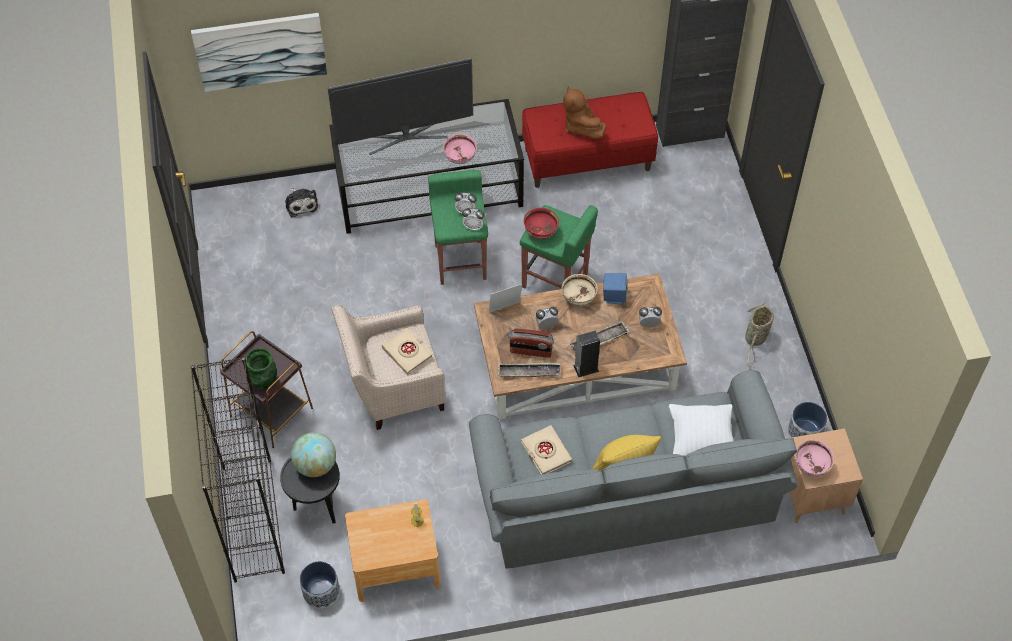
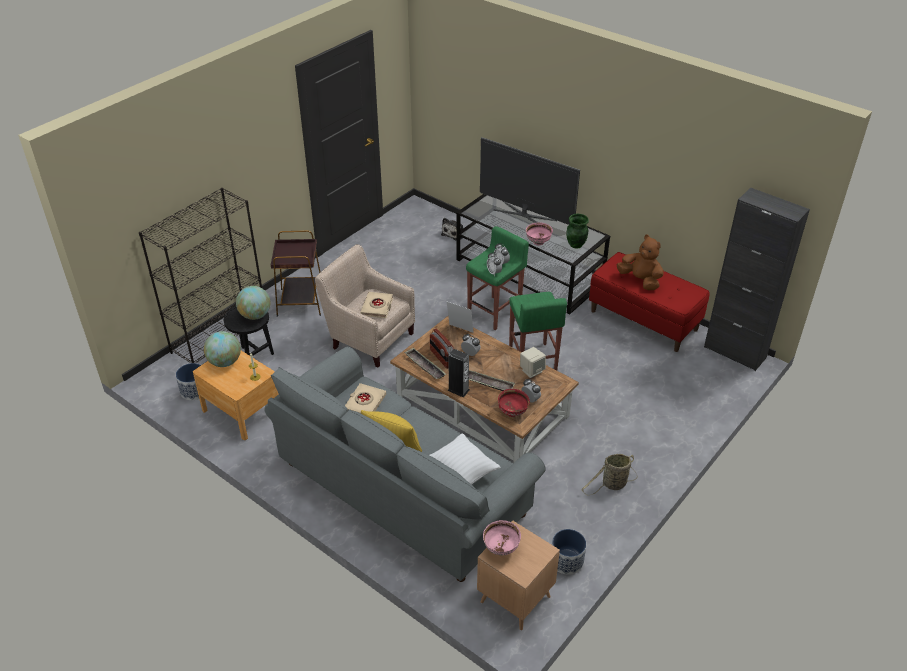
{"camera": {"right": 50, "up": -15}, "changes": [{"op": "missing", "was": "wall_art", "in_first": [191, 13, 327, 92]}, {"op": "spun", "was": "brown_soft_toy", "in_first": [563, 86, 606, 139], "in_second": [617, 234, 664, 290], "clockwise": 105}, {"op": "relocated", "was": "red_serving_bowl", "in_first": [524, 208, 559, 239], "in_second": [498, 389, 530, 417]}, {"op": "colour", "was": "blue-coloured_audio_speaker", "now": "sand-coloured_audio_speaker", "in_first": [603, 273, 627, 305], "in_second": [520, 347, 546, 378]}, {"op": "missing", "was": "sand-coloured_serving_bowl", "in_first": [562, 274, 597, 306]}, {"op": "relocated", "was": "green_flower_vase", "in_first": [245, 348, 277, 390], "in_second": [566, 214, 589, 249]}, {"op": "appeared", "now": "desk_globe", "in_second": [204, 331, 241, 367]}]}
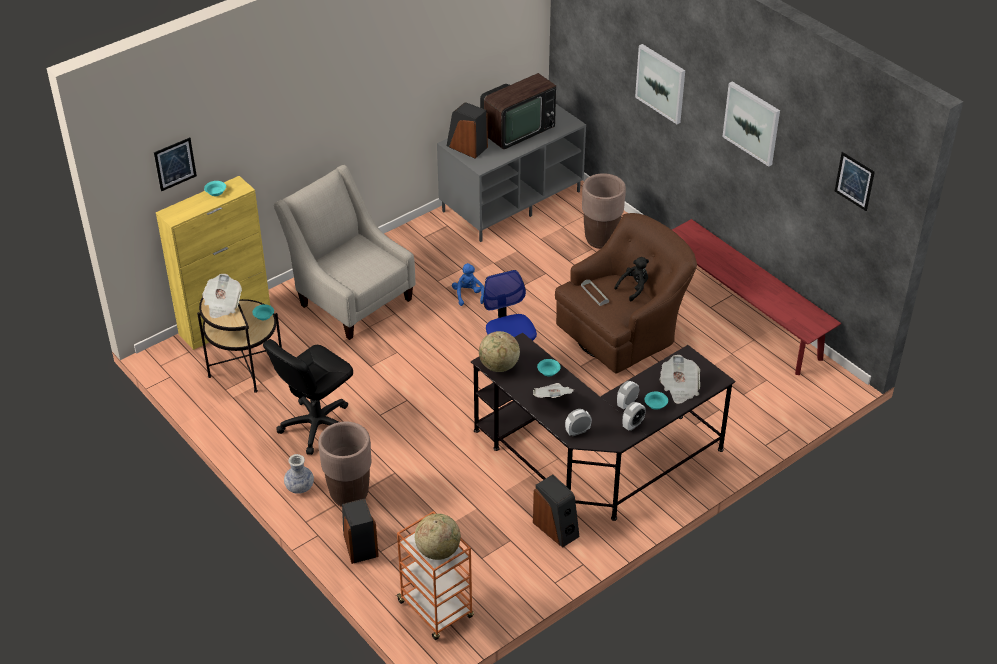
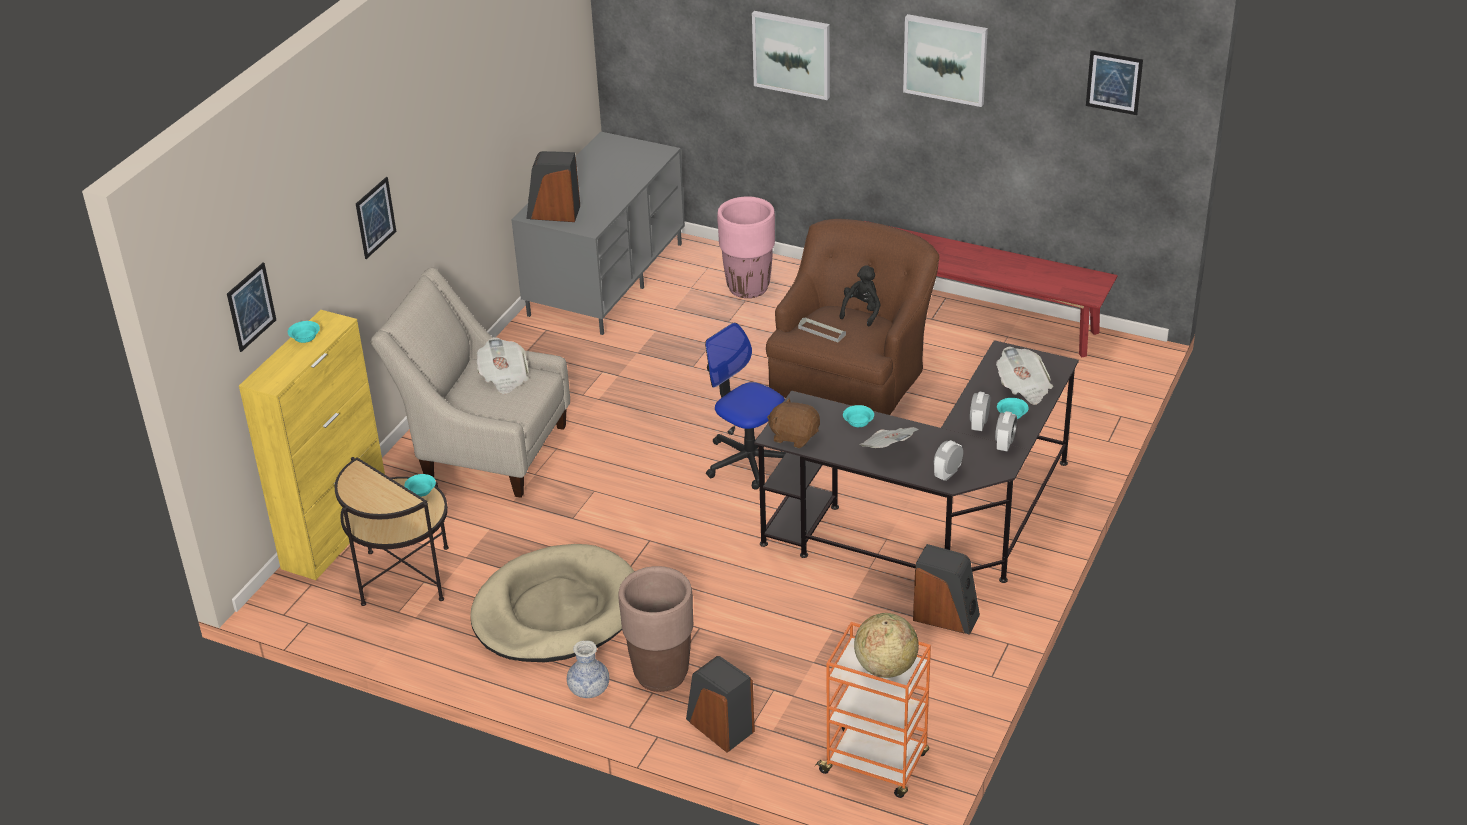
{"camera": {"right": -25, "up": -5}, "changes": [{"op": "missing", "was": "TV_set", "in_first": [480, 73, 556, 149]}, {"op": "colour", "was": "brown_plant_pot", "now": "pink_plant_pot", "in_first": [582, 173, 626, 249], "in_second": [717, 196, 775, 298]}, {"op": "missing", "was": "blue-coloured_soft_toy", "in_first": [452, 263, 484, 306]}, {"op": "relocated", "was": "printed_paper", "in_first": [202, 274, 242, 318], "in_second": [477, 337, 529, 394]}, {"op": "exchanged", "was": "desk_globe", "now": "brown_soft_toy", "in_first": [479, 331, 520, 372], "in_second": [767, 398, 820, 448]}, {"op": "exchanged", "was": "black_office_chair", "now": "sand-coloured_dog_bed", "in_first": [263, 339, 353, 455], "in_second": [470, 544, 634, 662]}, {"op": "appeared", "now": "wall_art", "in_second": [356, 177, 396, 259]}]}
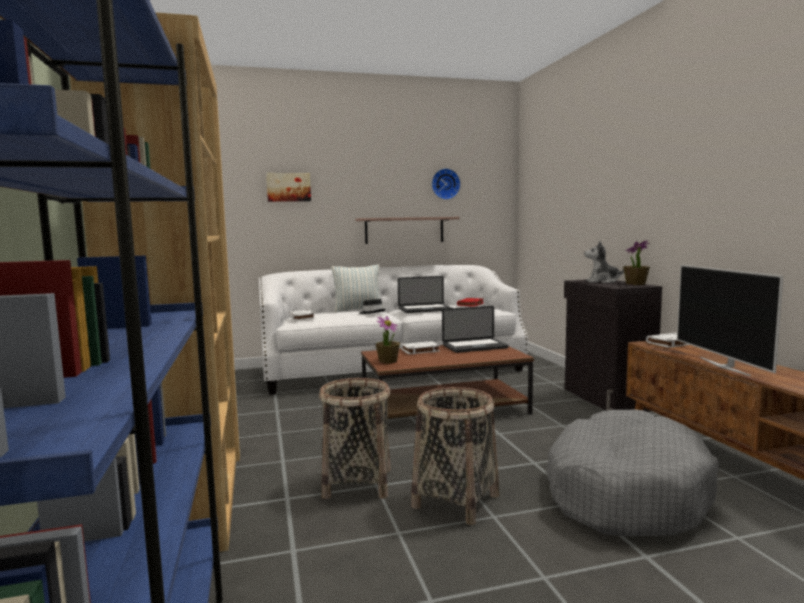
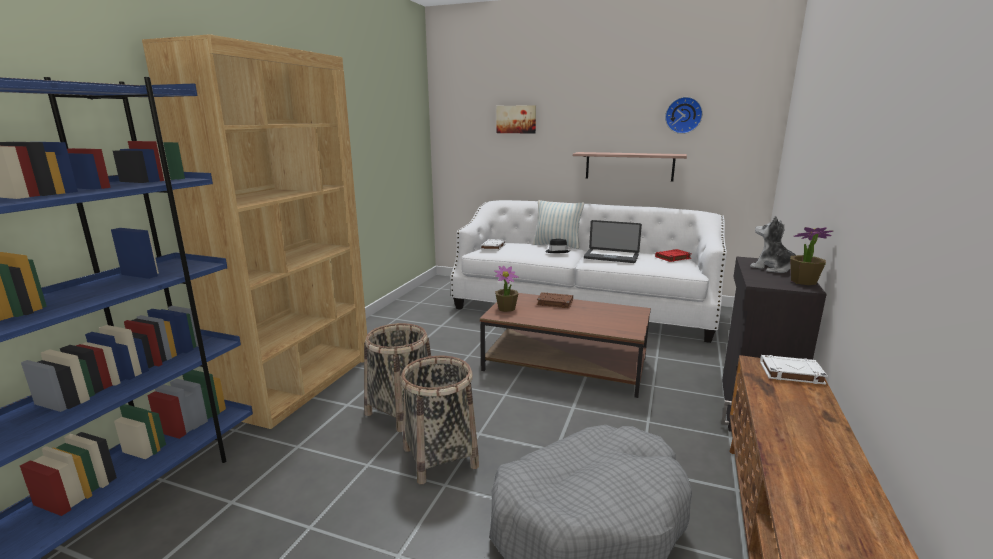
{"camera": {"right": 35, "up": 10}, "changes": [{"op": "missing", "was": "TV_set", "in_first": [677, 265, 783, 376]}, {"op": "missing", "was": "laptop", "in_first": [442, 306, 509, 353]}, {"op": "colour", "was": "white-coloured_bound_book", "now": "brown_bound_book", "in_first": [401, 341, 440, 354], "in_second": [537, 292, 573, 308]}]}
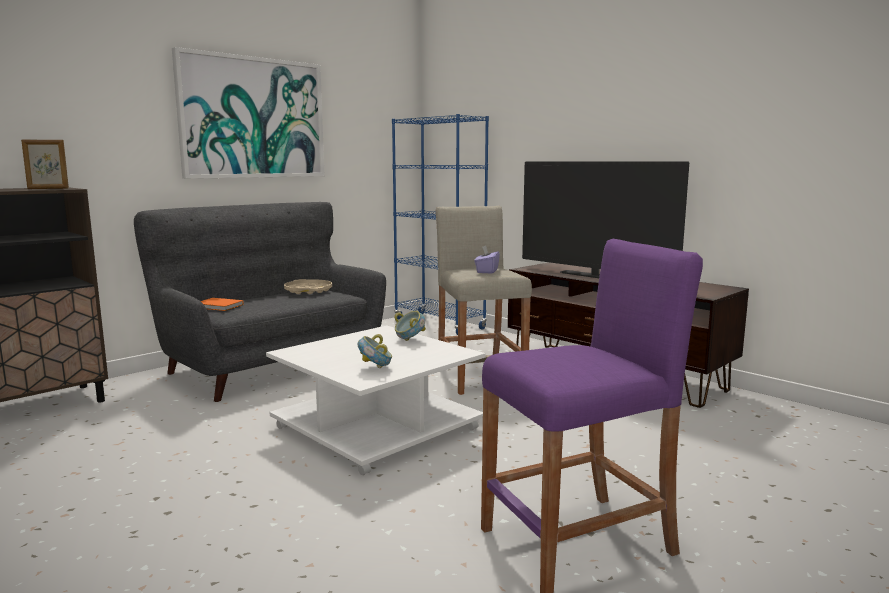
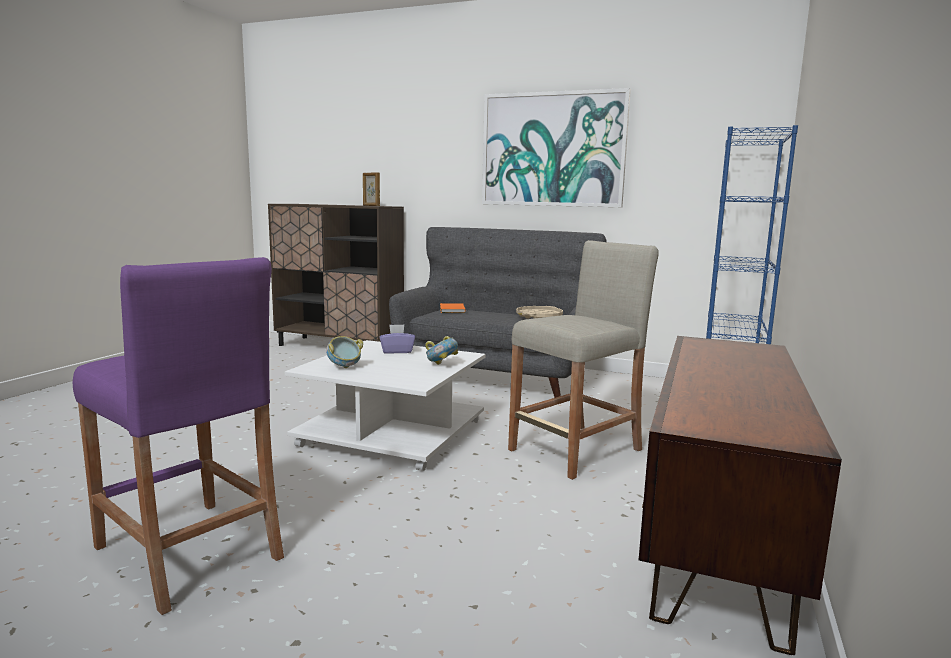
{"camera": {"right": 65, "up": 0}, "changes": [{"op": "missing", "was": "TV_set", "in_first": [522, 161, 689, 278]}, {"op": "relocated", "was": "purple_tissue_holder", "in_first": [474, 245, 500, 274], "in_second": [379, 324, 415, 354]}]}
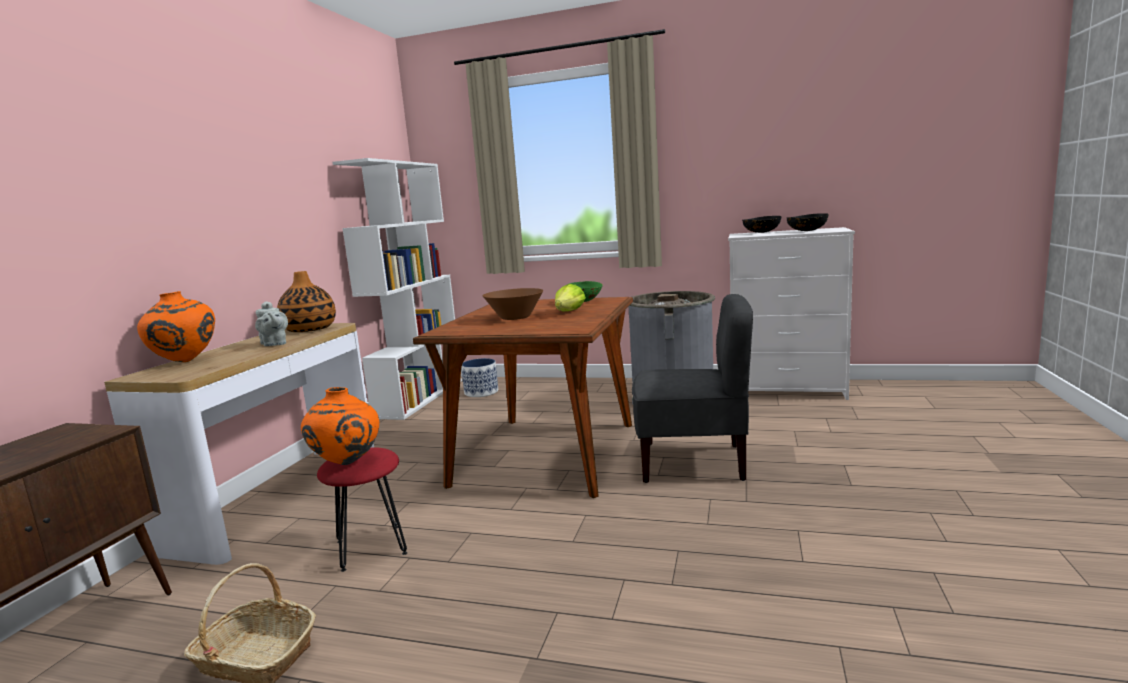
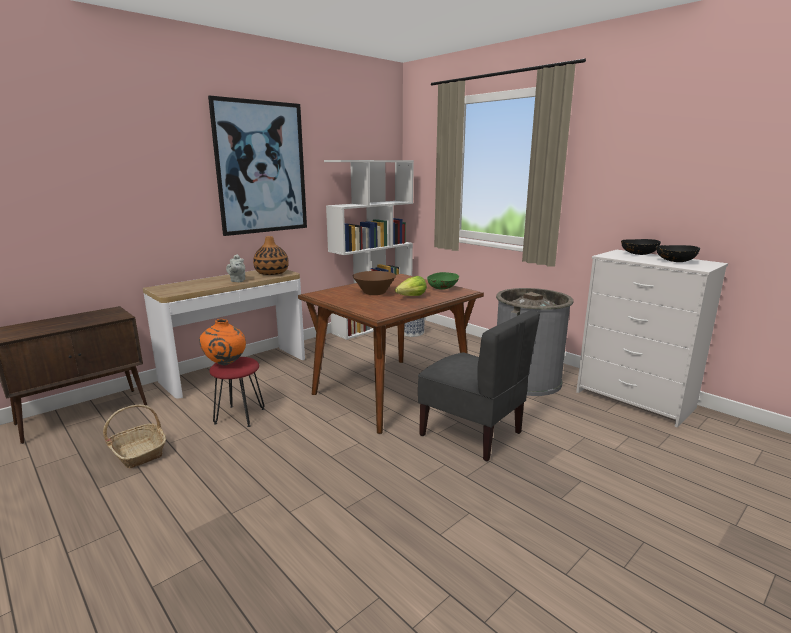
{"camera": {"right": 30, "up": 5}, "changes": [{"op": "missing", "was": "orangey_flower_vase", "in_first": [137, 291, 215, 362]}, {"op": "appeared", "now": "wall_art", "in_second": [208, 96, 307, 236]}]}
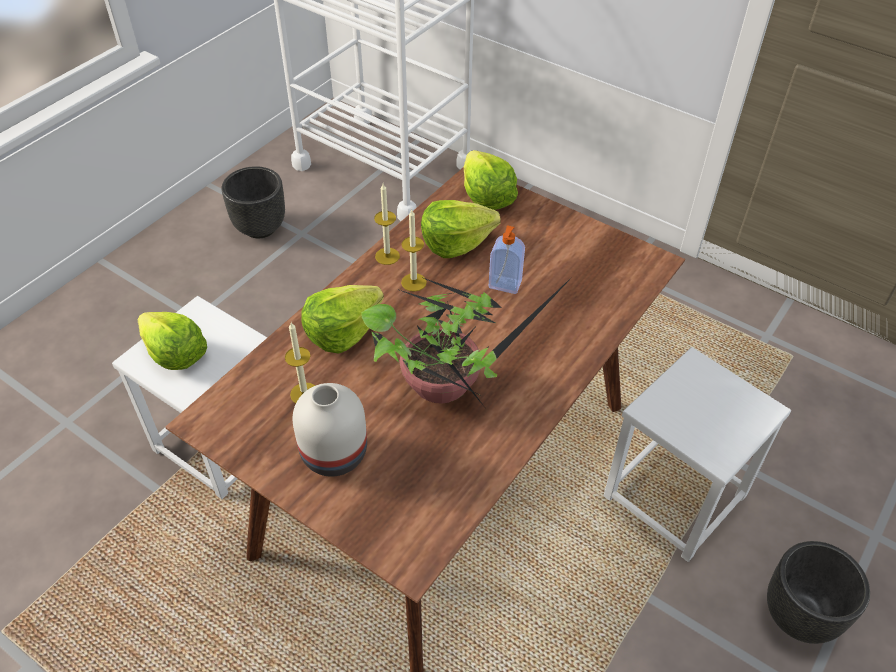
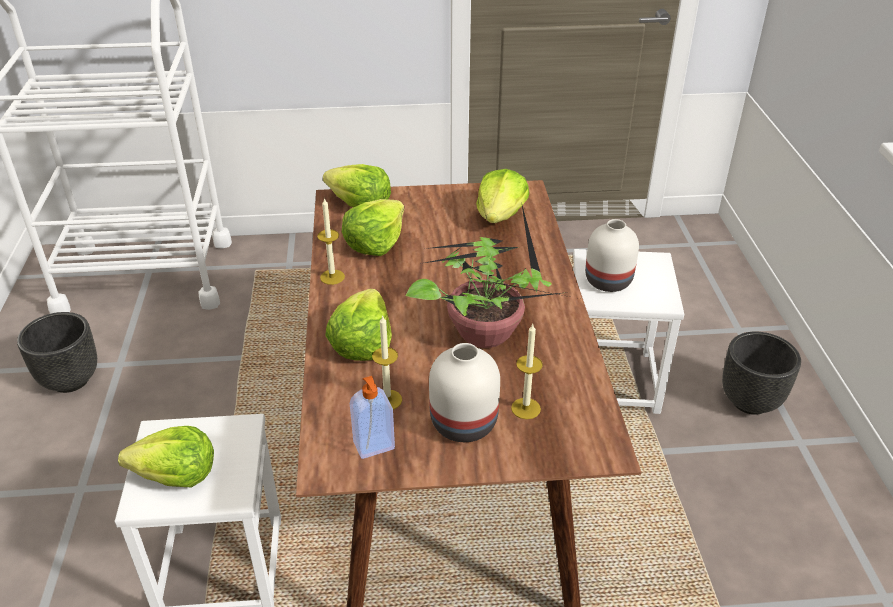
{"camera": {"right": -40, "up": -10}, "changes": [{"op": "relocated", "was": "wax_light", "in_first": [401, 210, 427, 292], "in_second": [511, 324, 543, 419]}, {"op": "relocated", "was": "soap_bottle", "in_first": [489, 225, 525, 294], "in_second": [350, 376, 395, 459]}, {"op": "appeared", "now": "lettuce_head", "in_second": [476, 169, 529, 223]}, {"op": "appeared", "now": "white-coloured_flower_vase", "in_second": [585, 219, 639, 292]}]}
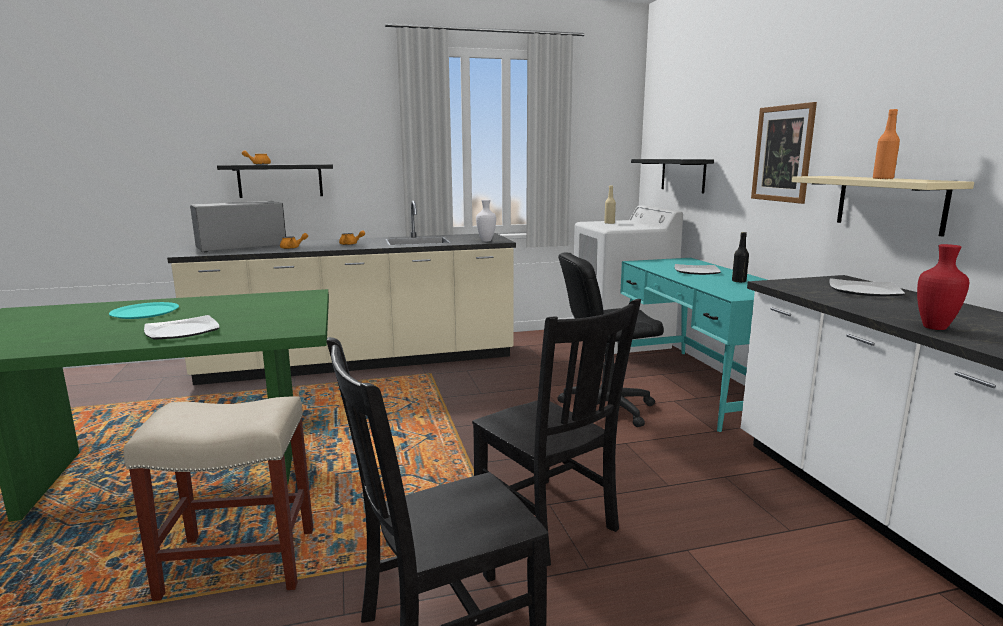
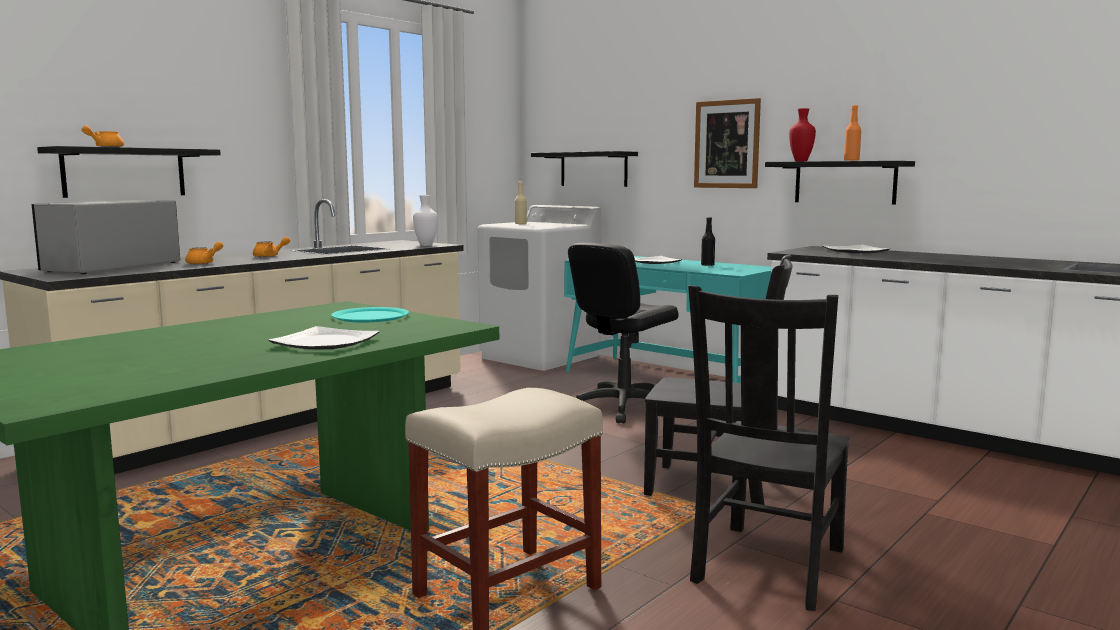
{"camera": {"right": -35, "up": -5}, "changes": [{"op": "colour", "was": "sand-coloured_shelf", "now": "black_shelf", "in_first": [792, 176, 974, 237], "in_second": [765, 161, 915, 205]}, {"op": "relocated", "was": "red_flower_vase", "in_first": [917, 244, 969, 330], "in_second": [789, 108, 816, 161]}, {"op": "relocated", "was": "blue-green_plate", "in_first": [109, 302, 179, 319], "in_second": [331, 307, 409, 322]}]}
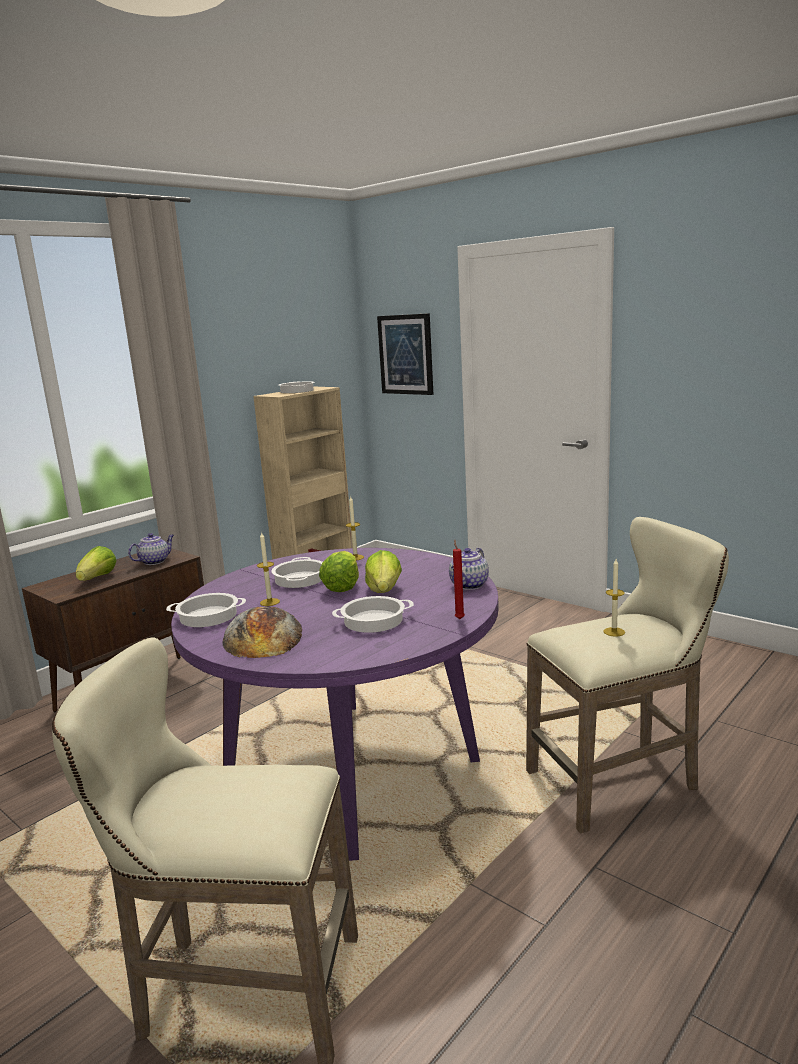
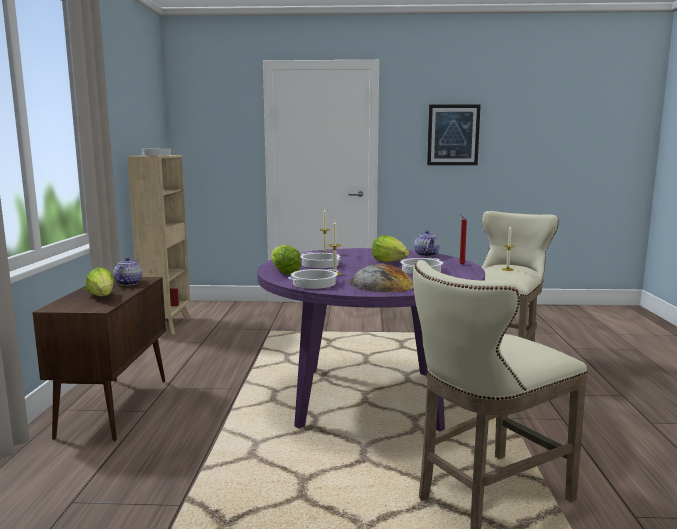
{"camera": {"right": -40, "up": -5}, "changes": [{"op": "relocated", "was": "wall_art", "in_first": [377, 313, 434, 395], "in_second": [427, 104, 481, 165]}, {"op": "relocated", "was": "lettuce_head", "in_first": [319, 551, 359, 592], "in_second": [271, 245, 301, 275]}]}
